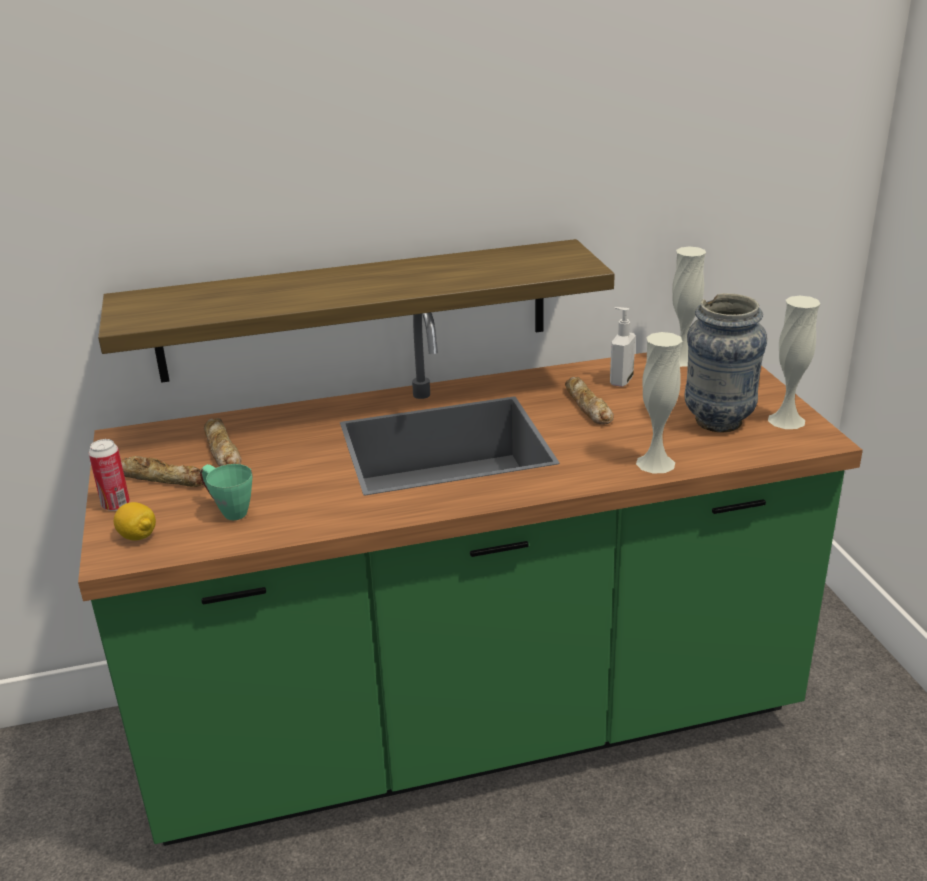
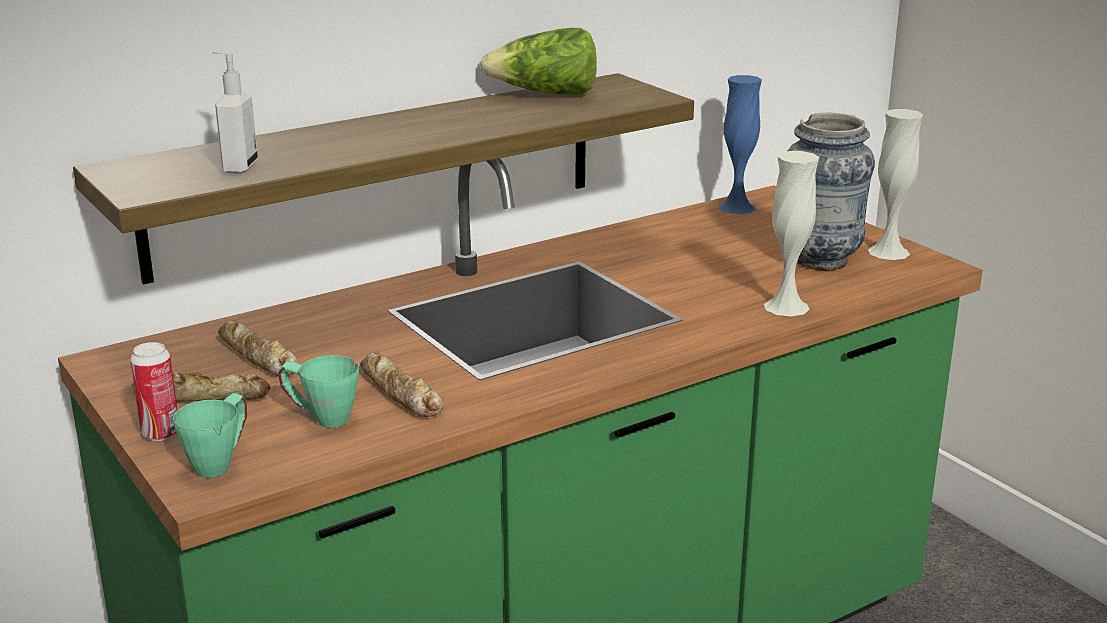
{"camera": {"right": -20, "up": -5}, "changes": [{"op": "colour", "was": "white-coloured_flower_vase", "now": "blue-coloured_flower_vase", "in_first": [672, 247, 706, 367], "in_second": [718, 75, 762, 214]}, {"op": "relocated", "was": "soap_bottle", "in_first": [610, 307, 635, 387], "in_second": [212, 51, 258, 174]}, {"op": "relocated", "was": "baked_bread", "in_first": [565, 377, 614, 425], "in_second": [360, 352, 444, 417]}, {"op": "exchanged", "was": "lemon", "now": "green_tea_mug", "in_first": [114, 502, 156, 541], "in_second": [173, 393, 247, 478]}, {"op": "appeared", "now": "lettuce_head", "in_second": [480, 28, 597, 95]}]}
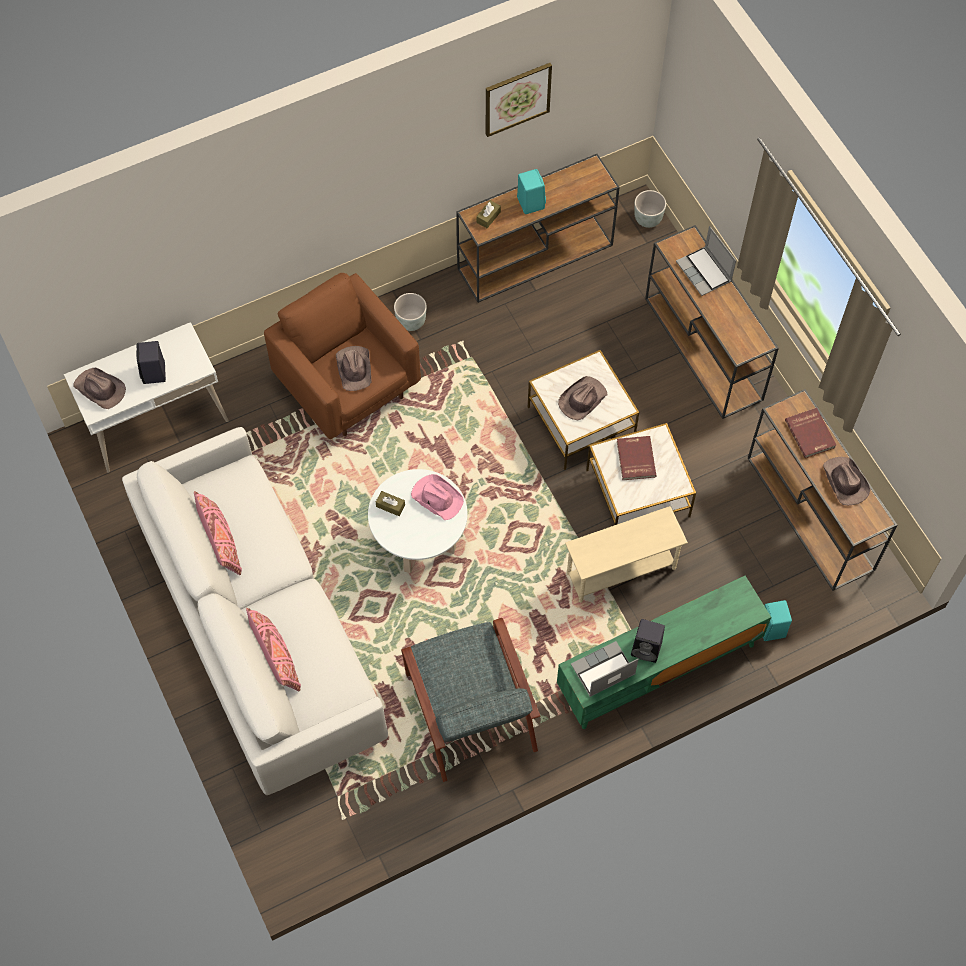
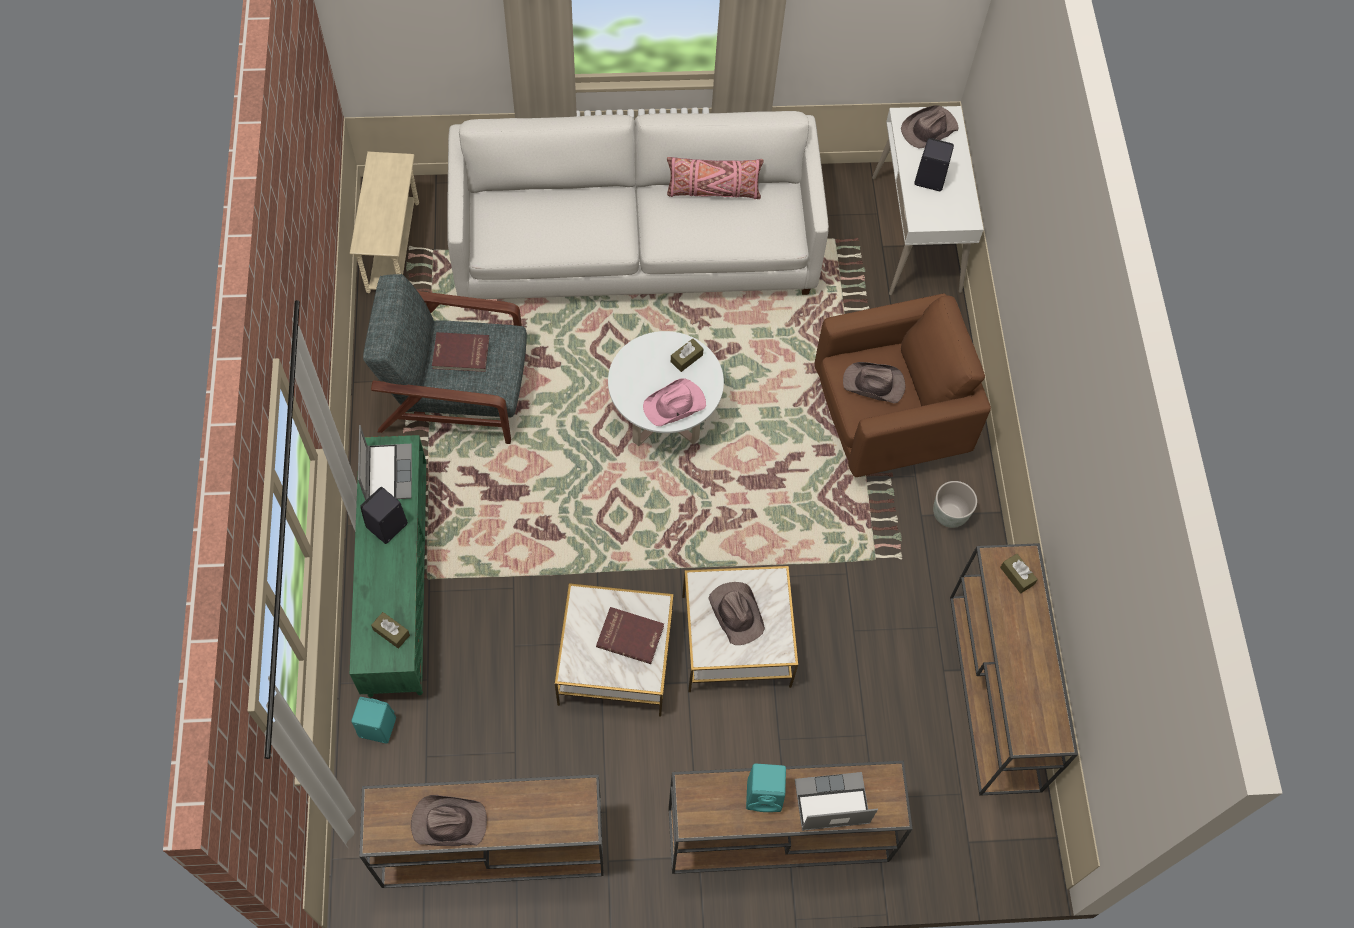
{"camera": {"right": 110, "up": 0}, "changes": [{"op": "missing", "was": "wall_art", "in_first": [486, 63, 552, 137]}, {"op": "relocated", "was": "blue-green_audio_speaker", "in_first": [517, 169, 546, 214], "in_second": [746, 764, 786, 812]}, {"op": "missing", "was": "greyish_plant_pot", "in_first": [634, 190, 666, 228]}, {"op": "relocated", "was": "red_bound_book", "in_first": [785, 408, 836, 458], "in_second": [432, 332, 489, 372]}, {"op": "relocated", "was": "sand-coloured_side_table", "in_first": [565, 506, 688, 603], "in_second": [350, 152, 419, 294]}, {"op": "missing", "was": "pink_pillow", "in_first": [246, 608, 301, 691]}, {"op": "appeared", "now": "brown_tissue_holder", "in_second": [371, 612, 410, 649]}]}
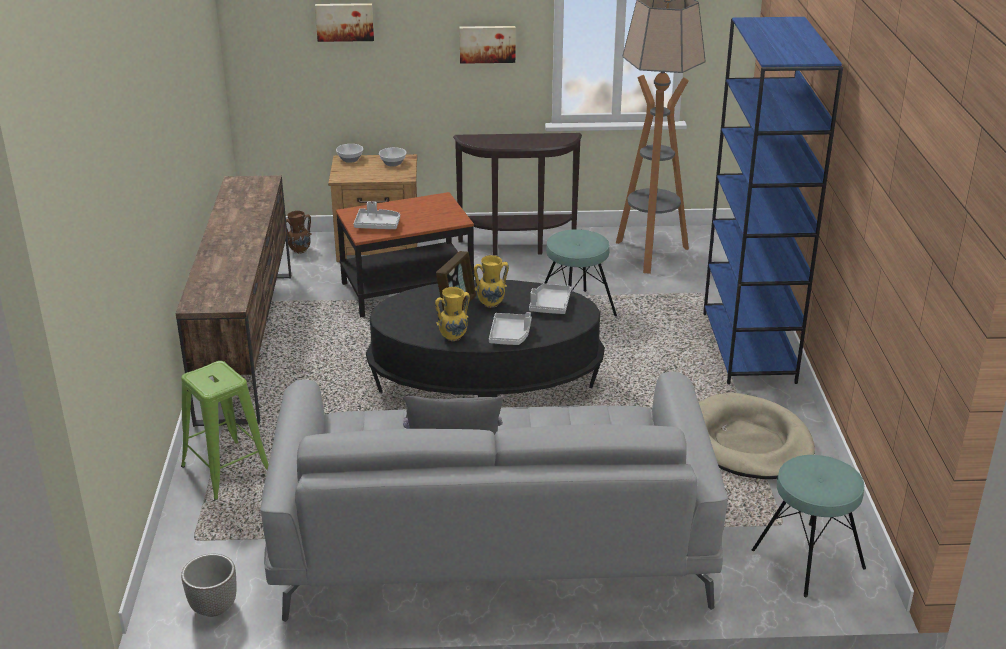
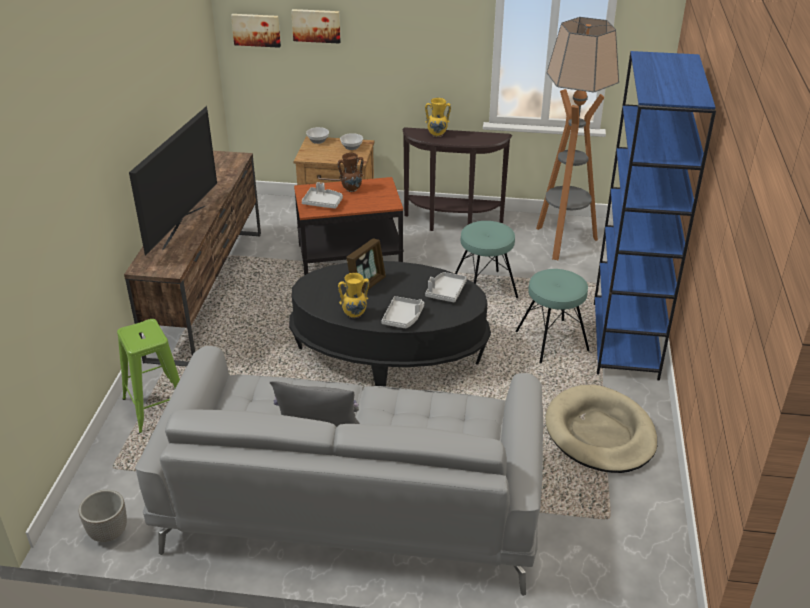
{"camera": {"right": 10, "up": 5}, "changes": [{"op": "relocated", "was": "wall_art", "in_first": [459, 26, 516, 64], "in_second": [231, 14, 281, 48]}, {"op": "relocated", "was": "brown_flower_vase", "in_first": [286, 211, 312, 254], "in_second": [338, 153, 364, 192]}, {"op": "relocated", "was": "yellow_flower_vase", "in_first": [474, 255, 509, 308], "in_second": [425, 98, 451, 137]}, {"op": "relocated", "was": "blue-green_sitting_stool", "in_first": [752, 455, 866, 597], "in_second": [515, 269, 590, 363]}, {"op": "appeared", "now": "TV_set", "in_second": [129, 106, 217, 255]}]}
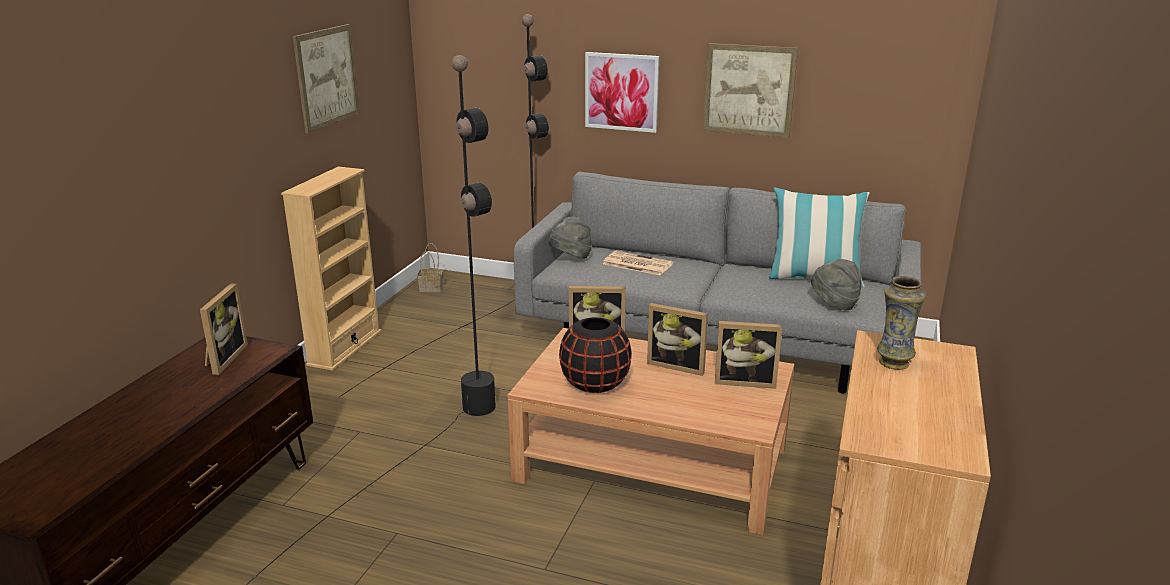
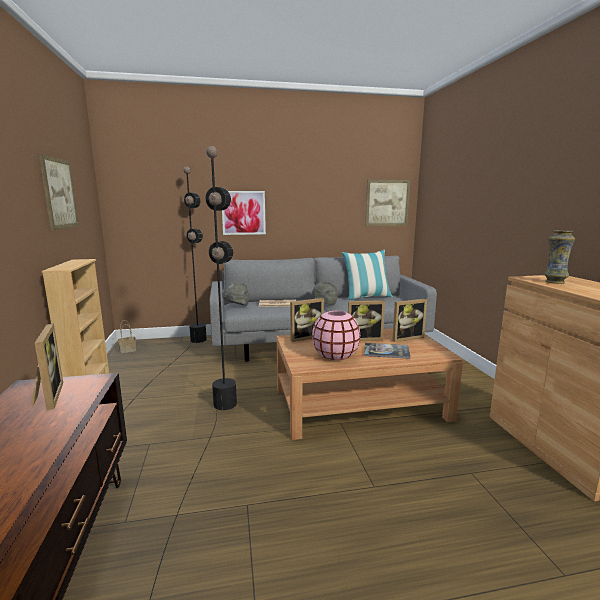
{"camera": {"right": -30, "up": -10}, "changes": [{"op": "relocated", "was": "wall_art", "in_first": [703, 43, 798, 138], "in_second": [365, 180, 410, 226]}, {"op": "relocated", "was": "greyish_wearable_hat", "in_first": [811, 259, 861, 310], "in_second": [312, 280, 338, 305]}, {"op": "colour", "was": "black_flower_vase", "now": "pink_flower_vase", "in_first": [559, 317, 632, 393], "in_second": [312, 311, 360, 360]}, {"op": "appeared", "now": "bound_book", "in_second": [364, 343, 410, 359]}]}
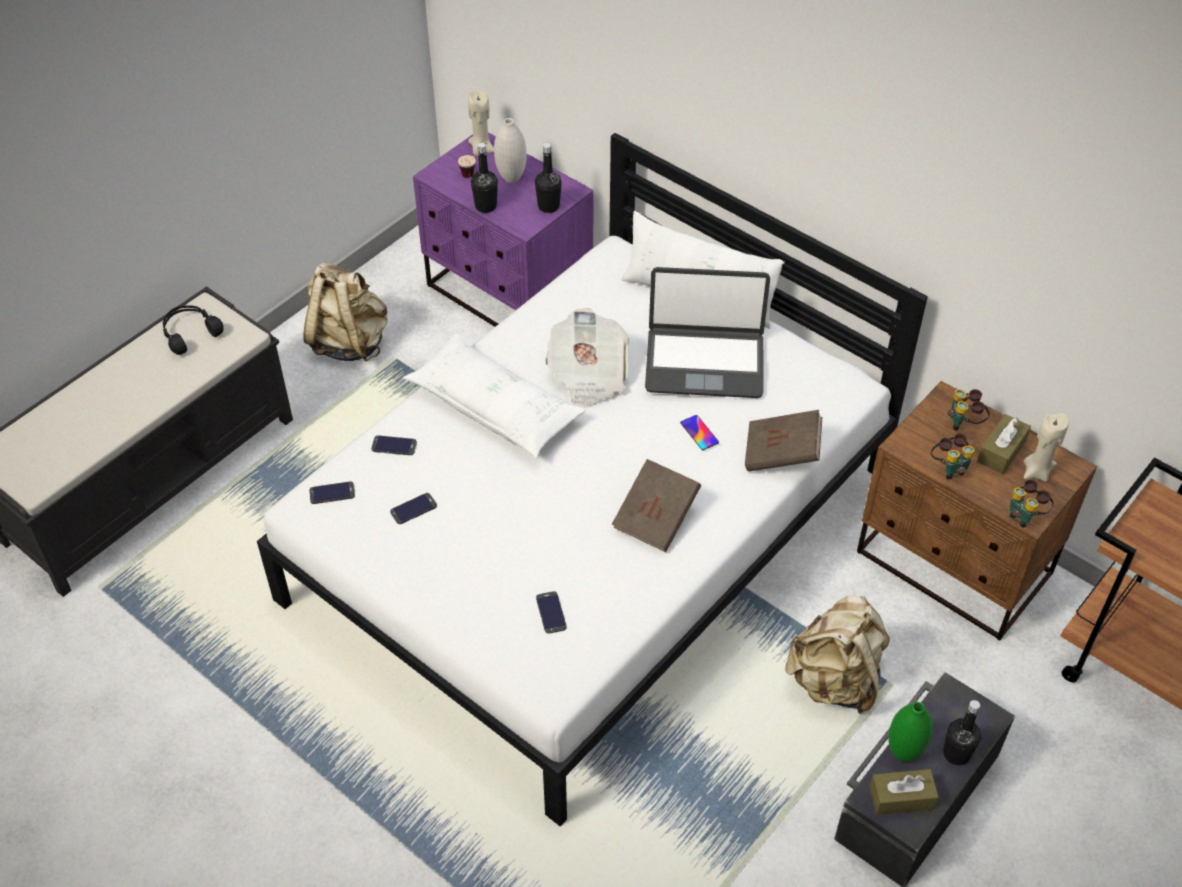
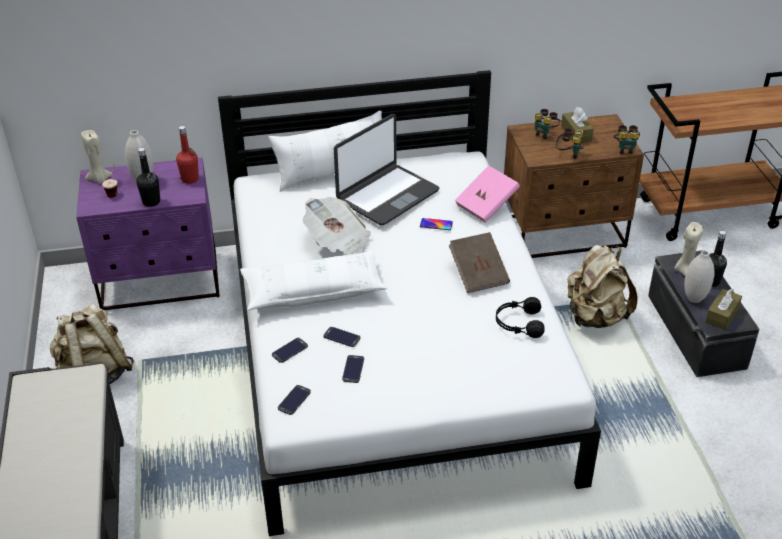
{"camera": {"right": -50, "up": -10}, "changes": [{"op": "colour", "was": "black_bottle", "now": "red_bottle", "in_first": [535, 143, 562, 213], "in_second": [176, 126, 199, 184]}, {"op": "relocated", "was": "black_headset", "in_first": [163, 305, 223, 355], "in_second": [496, 297, 545, 338]}, {"op": "colour", "was": "brown_bound_book", "now": "pink_bound_book", "in_first": [745, 410, 822, 472], "in_second": [455, 165, 520, 223]}, {"op": "relocated", "was": "sand-coloured_wax_light", "in_first": [1024, 413, 1069, 482], "in_second": [674, 222, 703, 276]}, {"op": "relocated", "was": "telephone", "in_first": [536, 591, 567, 634], "in_second": [323, 327, 360, 347]}, {"op": "colour", "was": "green_flower_vase", "now": "white-coloured_flower_vase", "in_first": [888, 702, 933, 762], "in_second": [684, 250, 715, 303]}]}
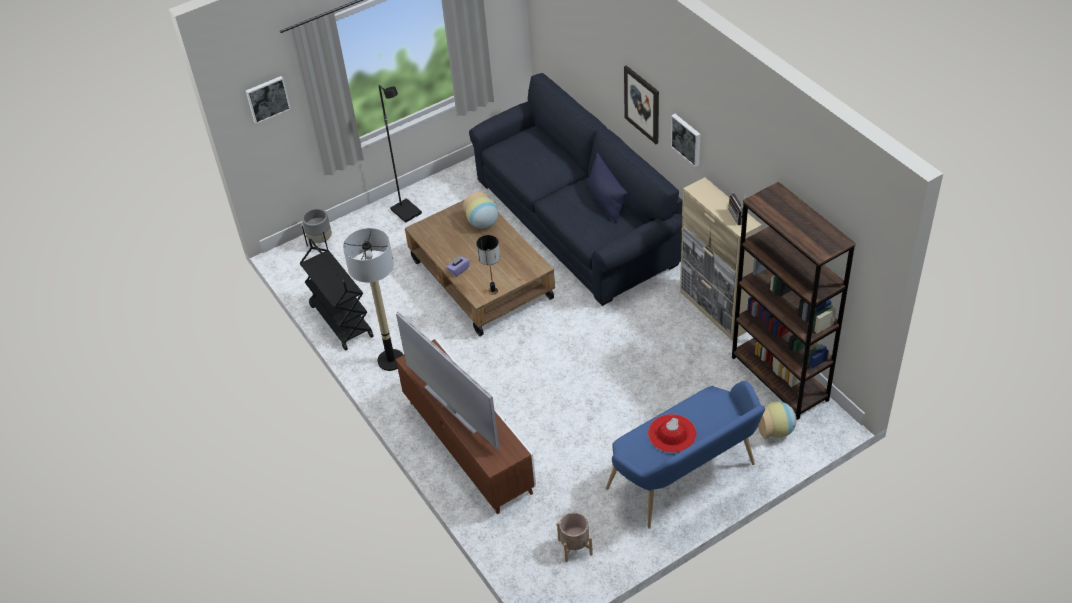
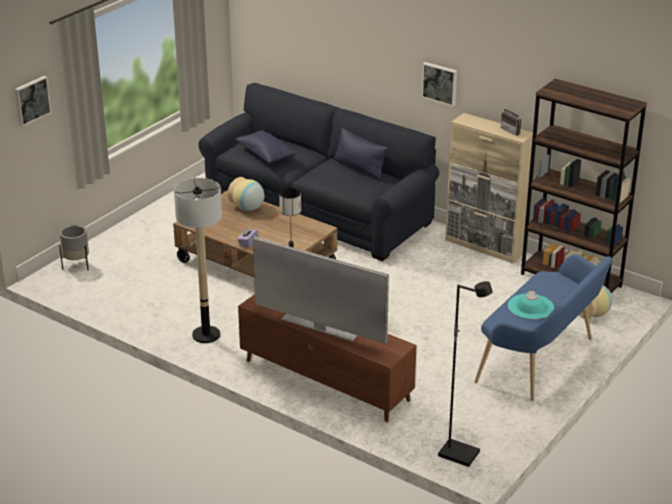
{"camera": {"right": -25, "up": -15}, "changes": [{"op": "missing", "was": "wall_art", "in_first": [624, 65, 659, 144]}, {"op": "relocated", "was": "black_standard_lamp", "in_first": [378, 85, 422, 223], "in_second": [438, 281, 493, 467]}, {"op": "missing", "was": "black_wheeled_cart", "in_first": [300, 238, 374, 351]}, {"op": "colour", "was": "red_wearable_hat", "now": "blue-green_wearable_hat", "in_first": [648, 414, 697, 453], "in_second": [508, 291, 554, 319]}, {"op": "missing", "was": "sand-coloured_plant_pot", "in_first": [557, 512, 593, 562]}, {"op": "appeared", "now": "blue-coloured_pillow", "in_second": [235, 130, 298, 164]}]}
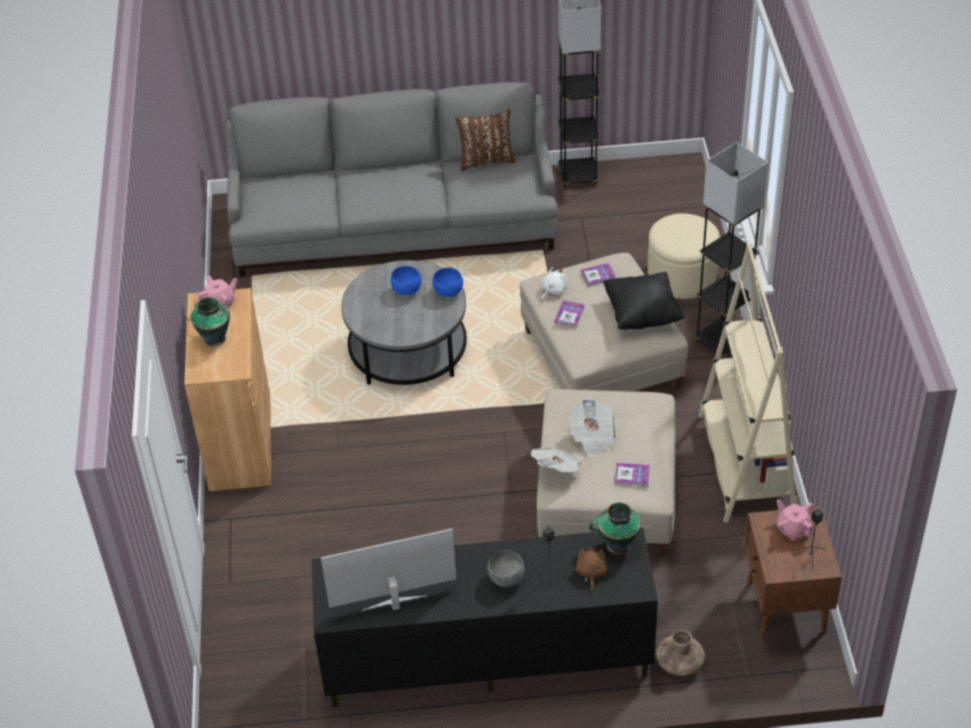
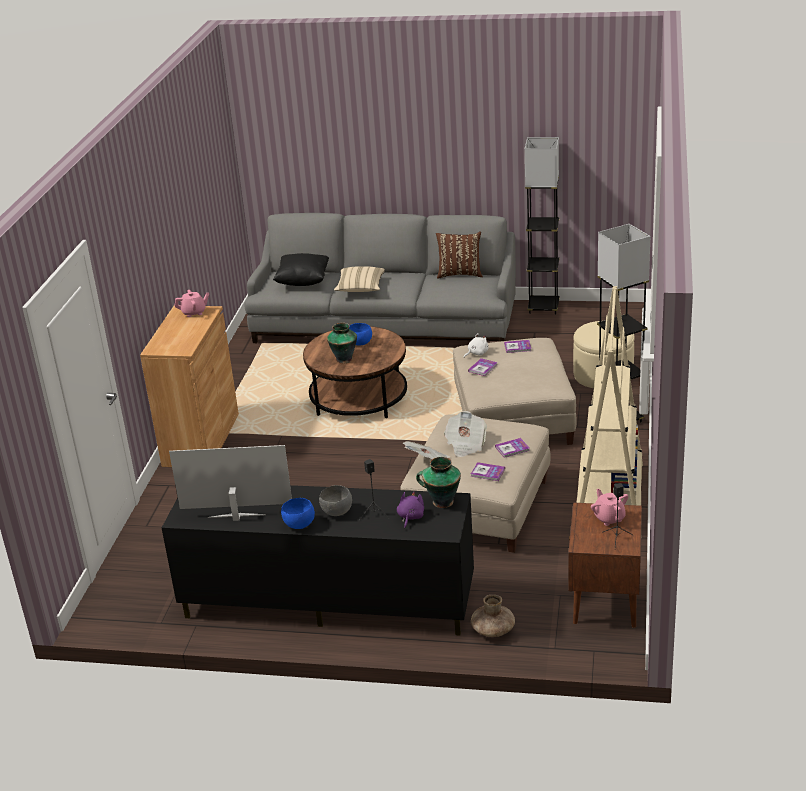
{"camera": {"right": 15, "up": -15}, "changes": [{"op": "colour", "was": "greyish_coffee_table", "now": "brown_coffee_table", "in_first": [341, 260, 467, 385], "in_second": [303, 326, 407, 418]}, {"op": "relocated", "was": "blue-coloured_serving_bowl", "in_first": [432, 268, 463, 297], "in_second": [281, 498, 315, 529]}, {"op": "relocated", "was": "black_pillow", "in_first": [603, 272, 685, 330], "in_second": [273, 253, 329, 286]}, {"op": "relocated", "was": "flower_vase", "in_first": [190, 297, 230, 347], "in_second": [327, 323, 357, 363]}, {"op": "colour", "was": "brown_soft_toy", "now": "purple_soft_toy", "in_first": [576, 545, 607, 591], "in_second": [397, 491, 424, 528]}, {"op": "appeared", "now": "sand-coloured_pillow", "in_second": [334, 266, 385, 292]}, {"op": "appeared", "now": "bound_book", "in_second": [495, 438, 530, 458]}]}
